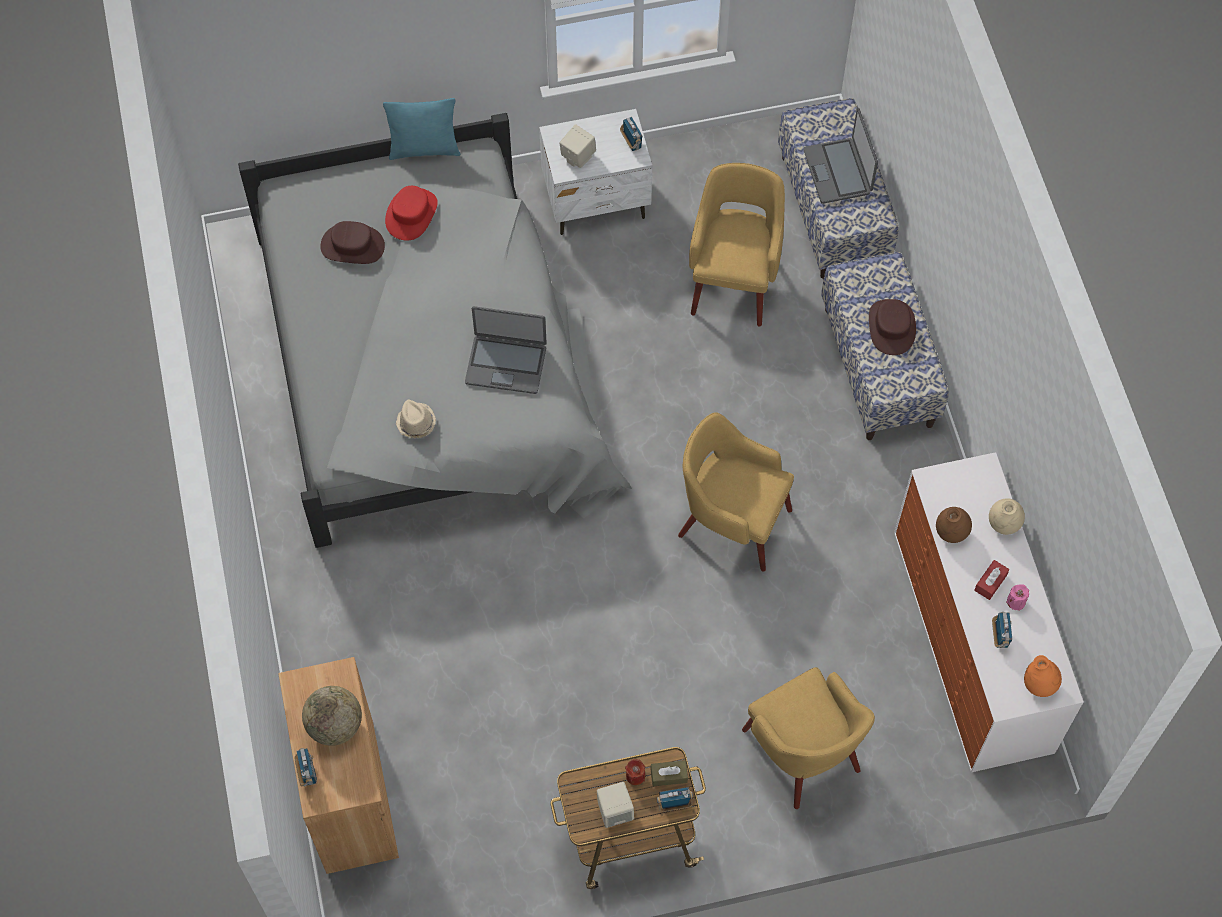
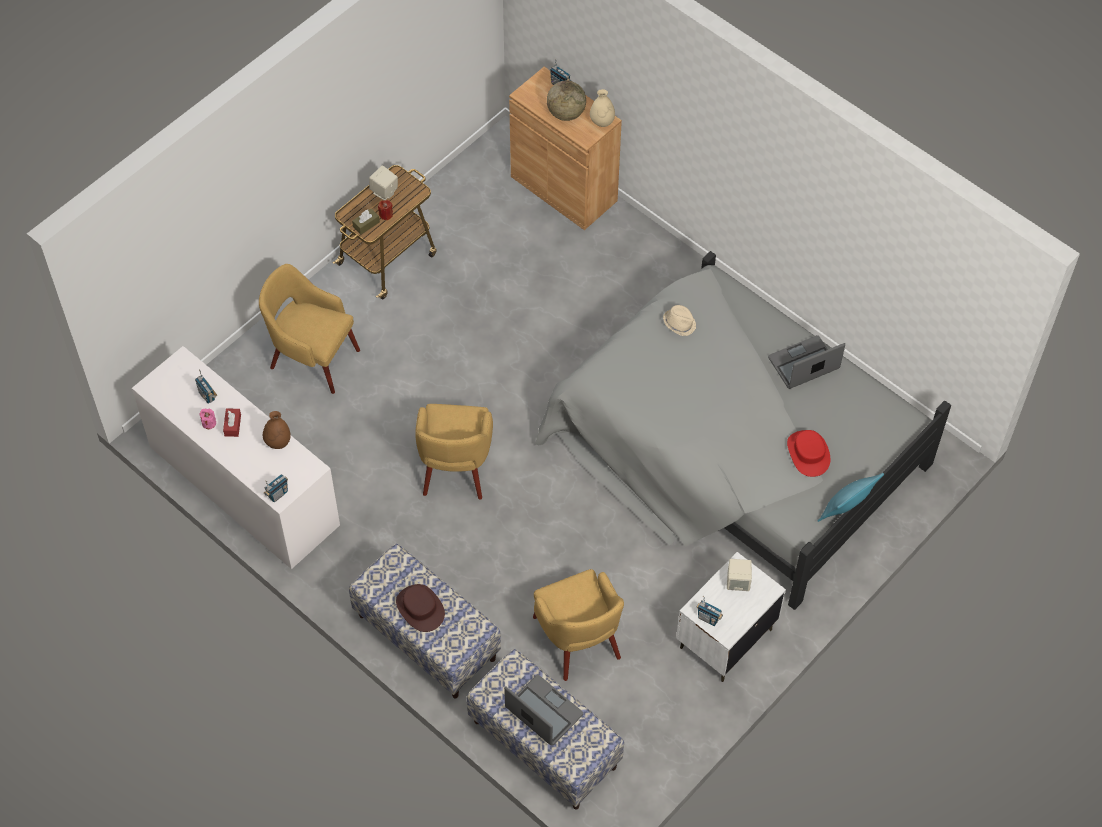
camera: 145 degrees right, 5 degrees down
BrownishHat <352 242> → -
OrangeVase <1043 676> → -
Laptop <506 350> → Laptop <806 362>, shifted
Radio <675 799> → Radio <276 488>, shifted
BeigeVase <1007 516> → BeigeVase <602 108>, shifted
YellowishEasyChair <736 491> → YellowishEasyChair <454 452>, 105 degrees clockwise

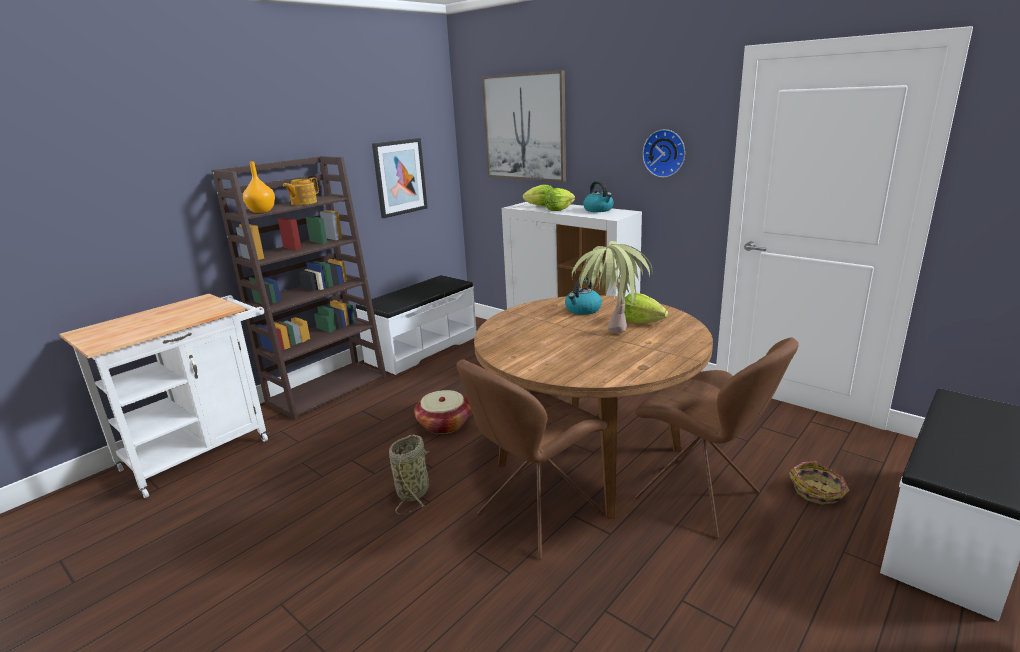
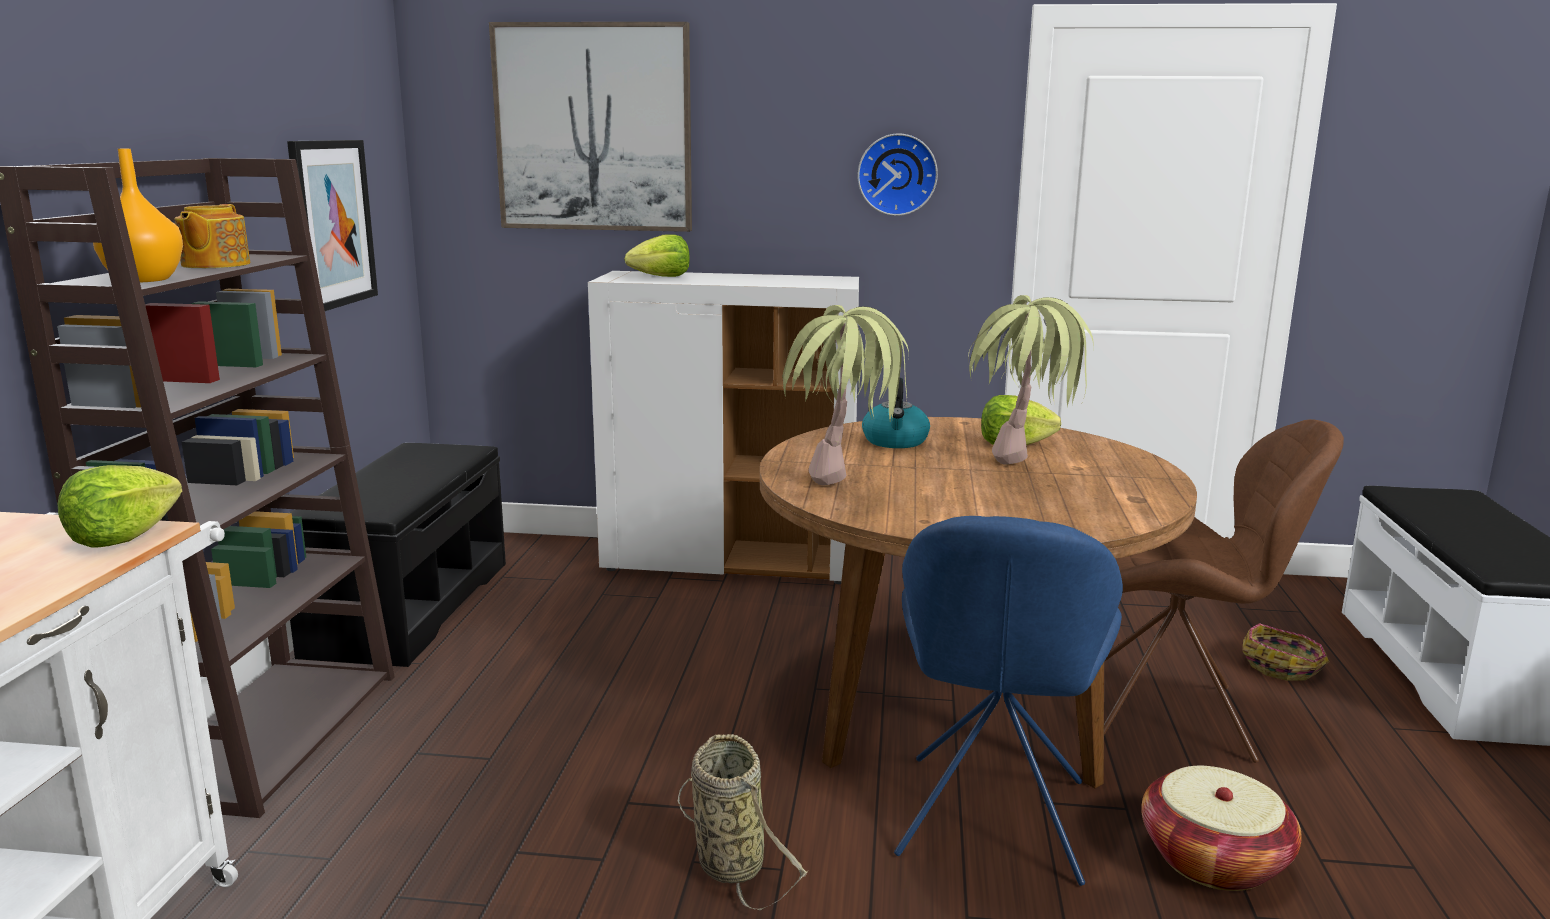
camera: 35 degrees left, 5 degrees down
Kettle <598 196> → -
- → PottedPlant <846 395>
StorageBasket <442 412> → StorageBasket <1221 828>, shifted
LettuceHead <559 199> → LettuceHead <120 506>, shifted
WhiteBench <416 325> → BlackishBench <397 555>
BrownishUprightChair <531 459> → BlueUprightChair <1008 701>

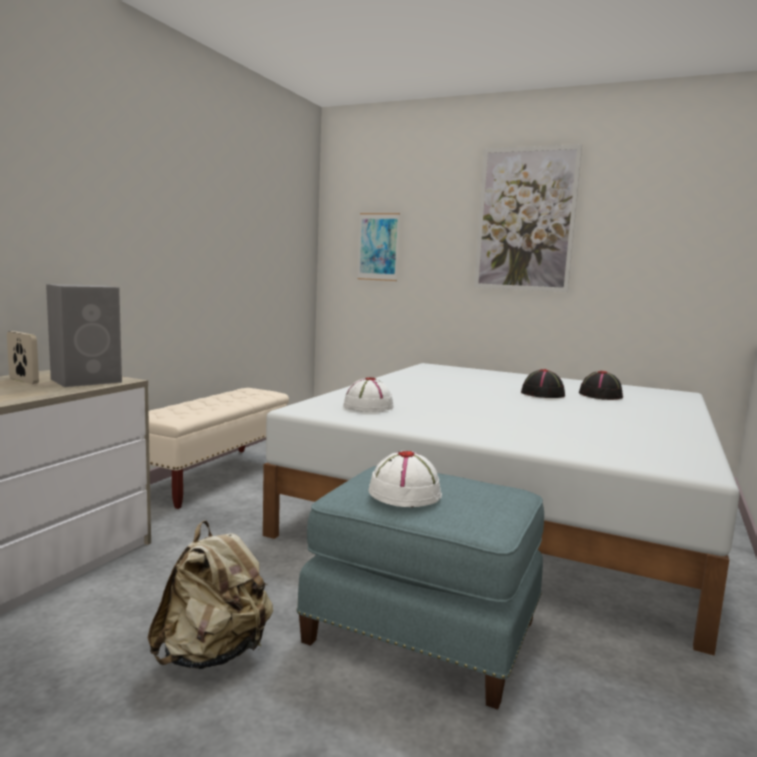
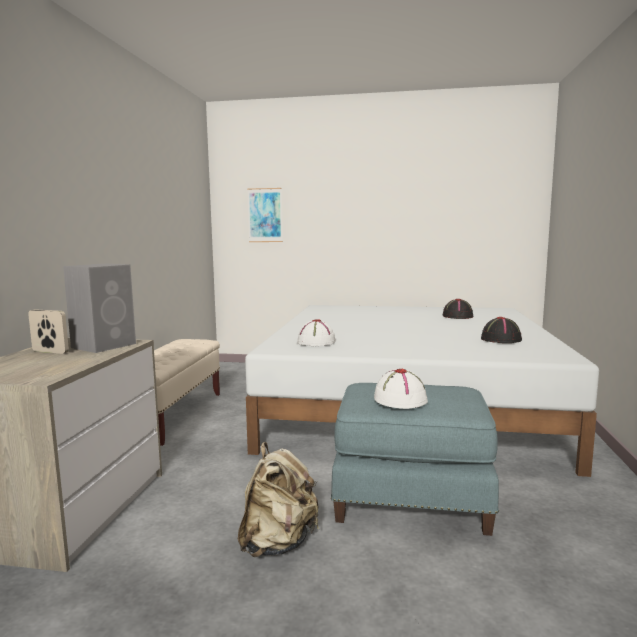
camera: 15 degrees left, 0 degrees up
Picture <528 218> → -
BlackishHat <543 383> → BlackishHat <501 330>, shifted

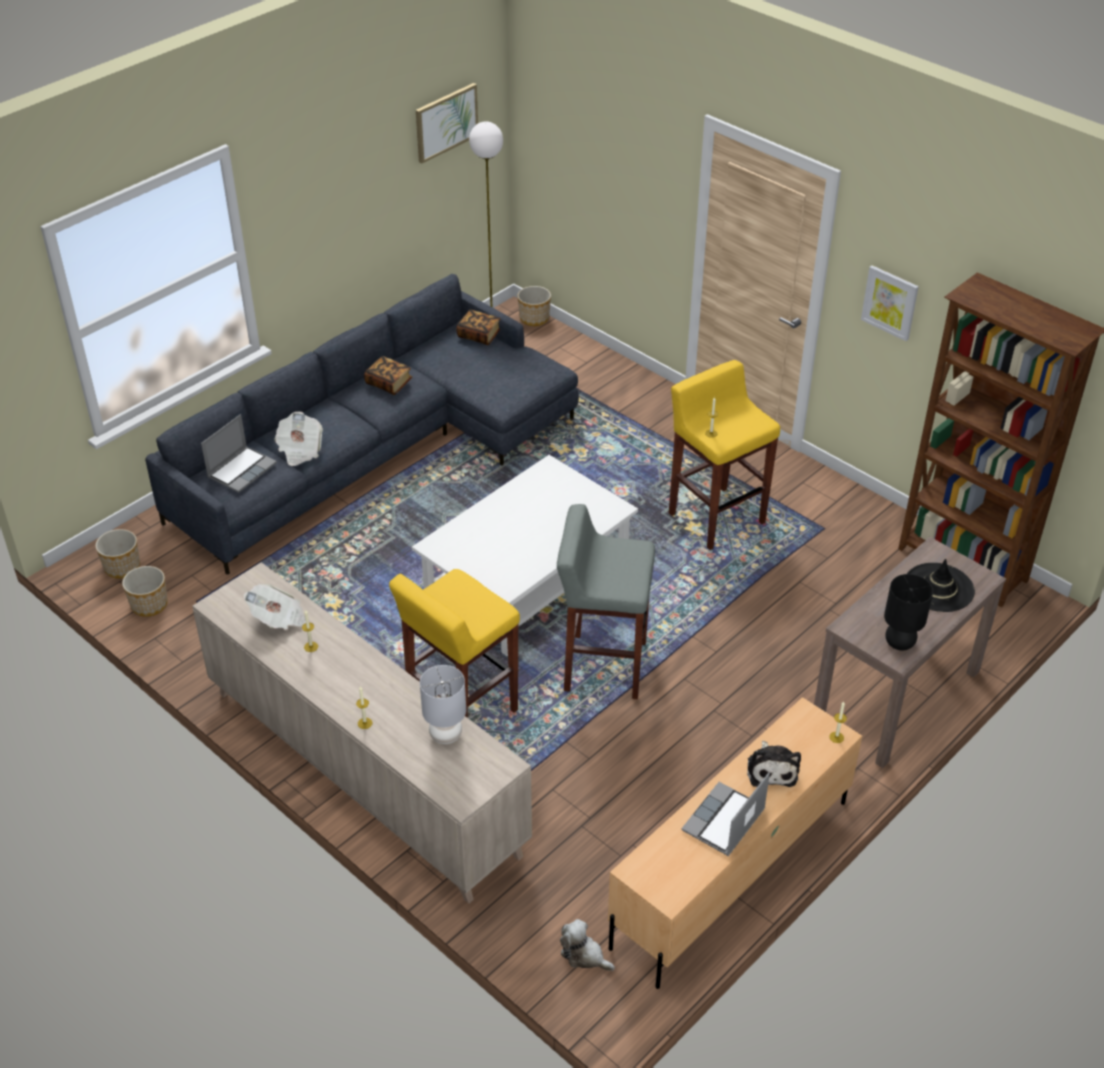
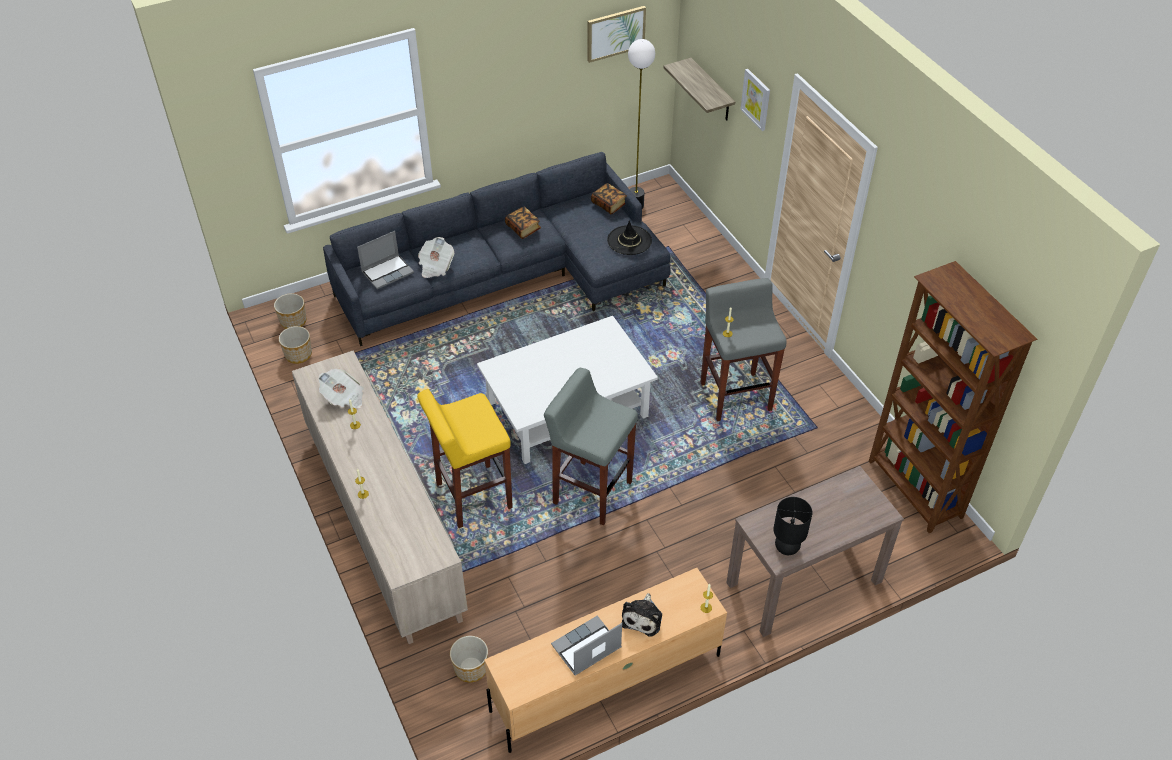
camera: 20 degrees right, 5 degrees up
GrayTabletopLamp <443 704> → -
PlushToy <587 945> → -
- → WallShelf <699 89>
Planter <534 306> → Planter <469 659>, shifted
Picture <890 303> → Picture <755 100>, shifted
BlackishHat <941 585> → BlackishHat <629 237>, shifted
YellowishStoolSeat <724 455> → GrayStoolSeat <743 349>

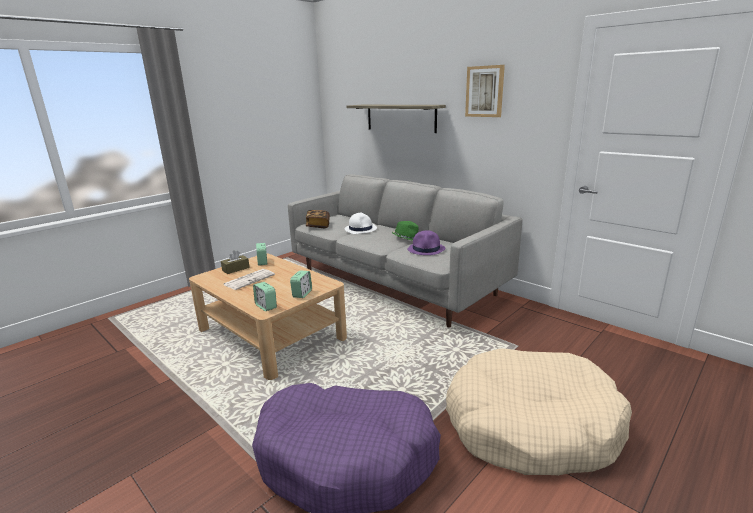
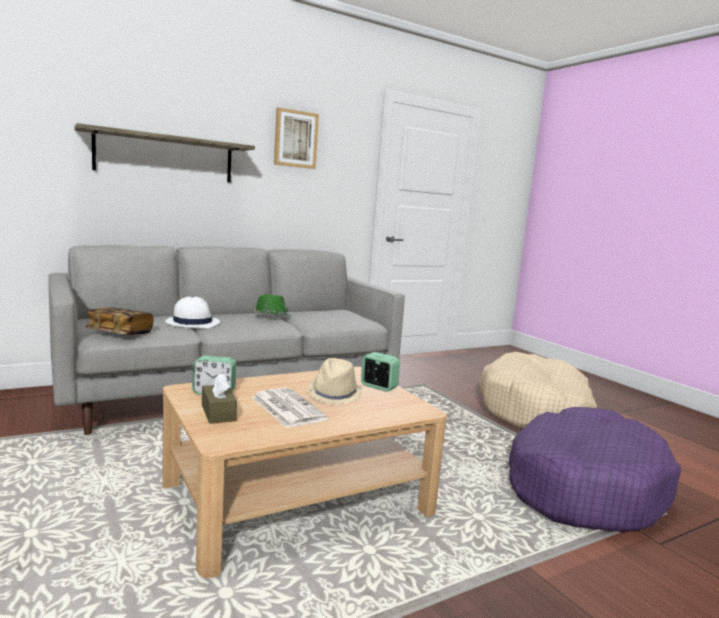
camera: 75 degrees left, 10 degrees down
TableClock <265 296> → -
PurpleHat <426 242> → -
- → BeigeHat <334 381>

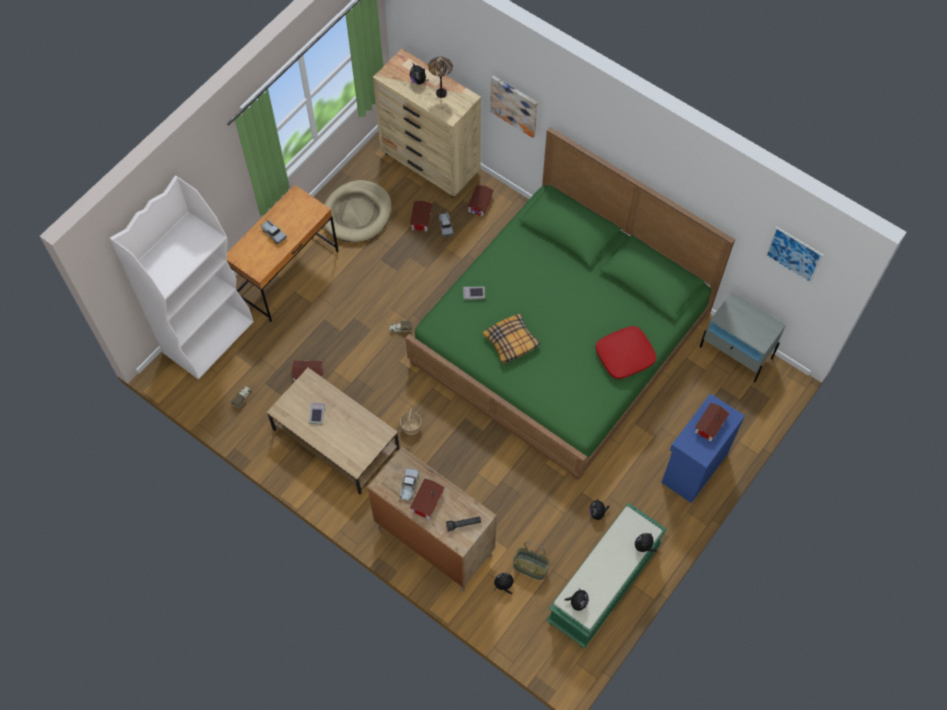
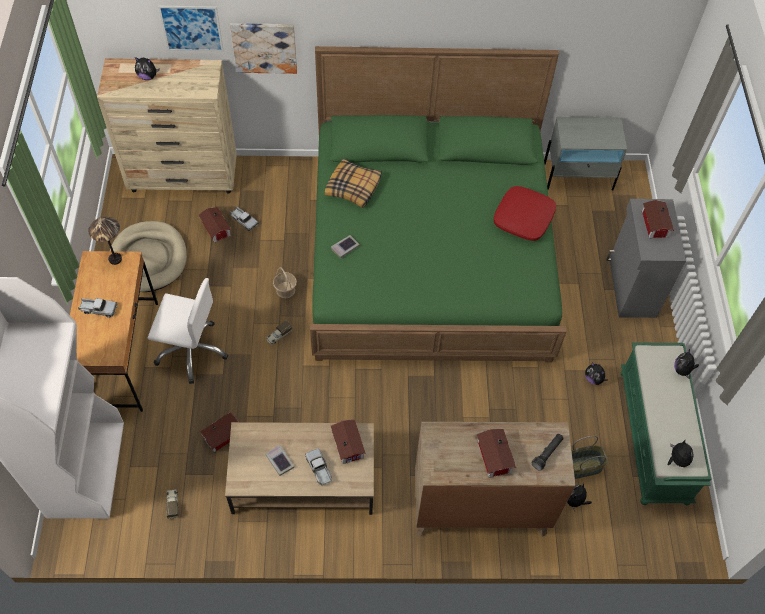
camera: 40 degrees left, 5 degrees down
- → WhiteOfficeChair <188 331>
StorageBasket <411 421> → StorageBasket <285 282>, shifted
ToyTruck <409 484> → ToyTruck <318 466>, shifted
TabletopLamp <440 77> → TabletopLamp <105 241>, shifted
MiniatureHouse <480 200> → MiniatureHouse <348 441>, shifted
Pillow <511 339> → Pillow <353 183>, shifted
Picture <794 254> → Picture <191 29>, shifted
BlueStorageCabinet <703 448> → GrayStorageCabinet <646 258>

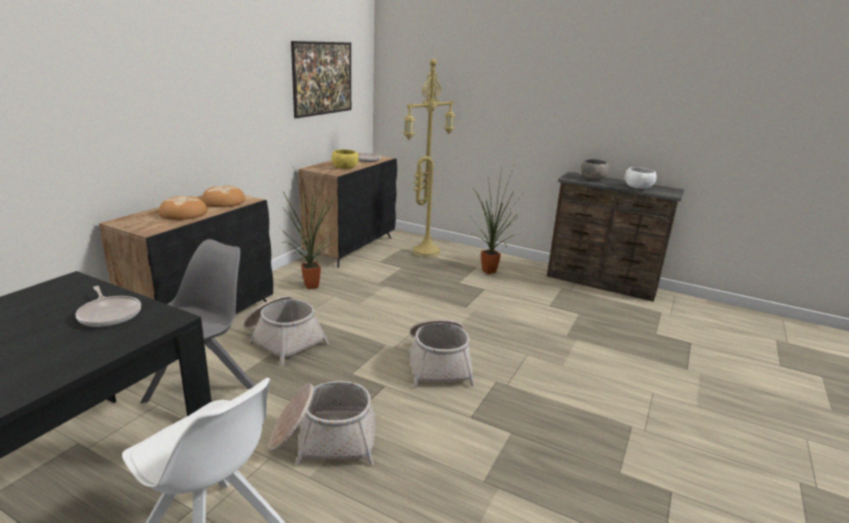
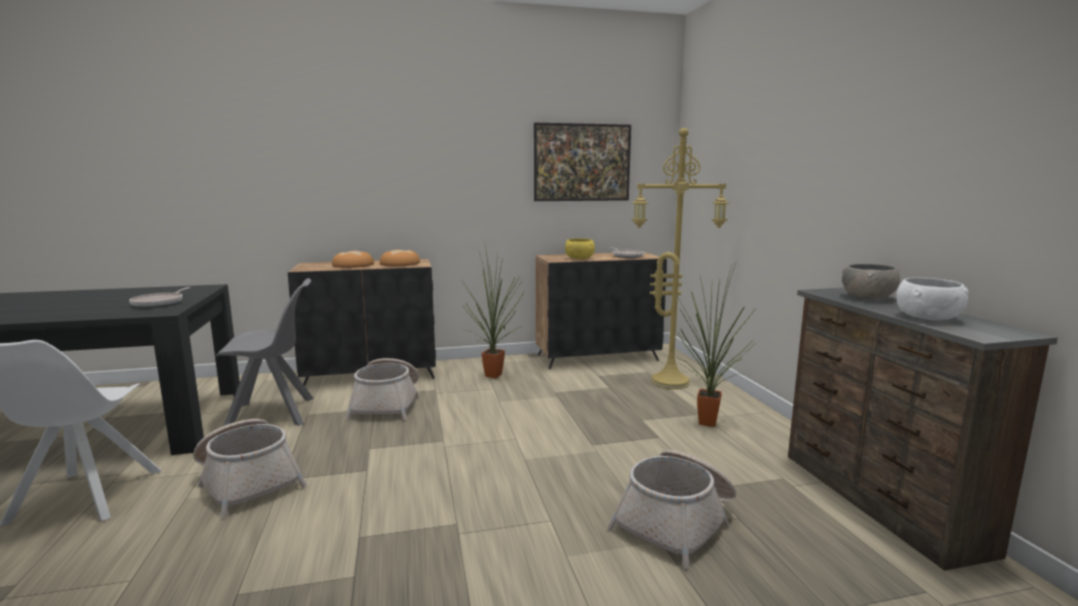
camera: 50 degrees right, 10 degrees down
StorageBasket <441 353> → StorageBasket <671 509>, shifted

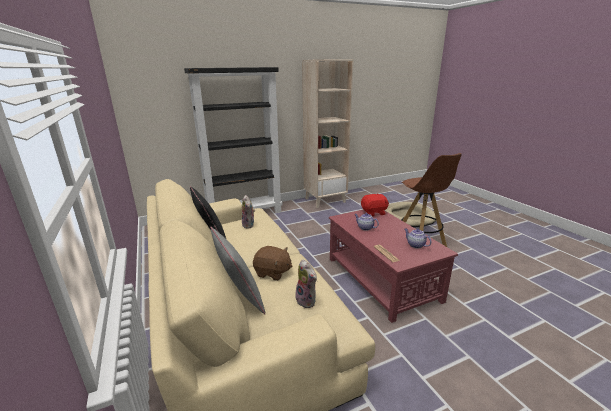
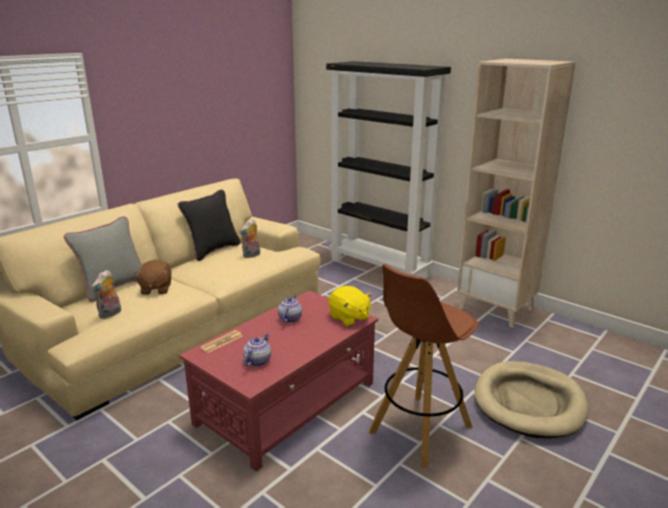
camera: 65 degrees right, 0 degrees up
RedColouredPlushToy <375 204> → YellowishPlushToy <350 306>

